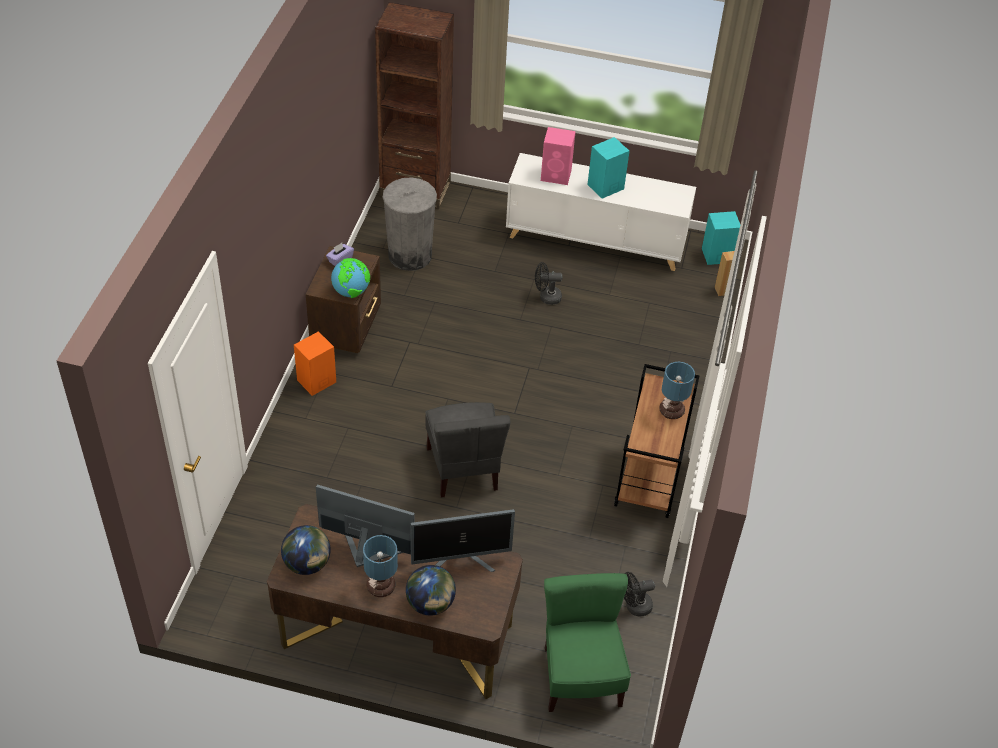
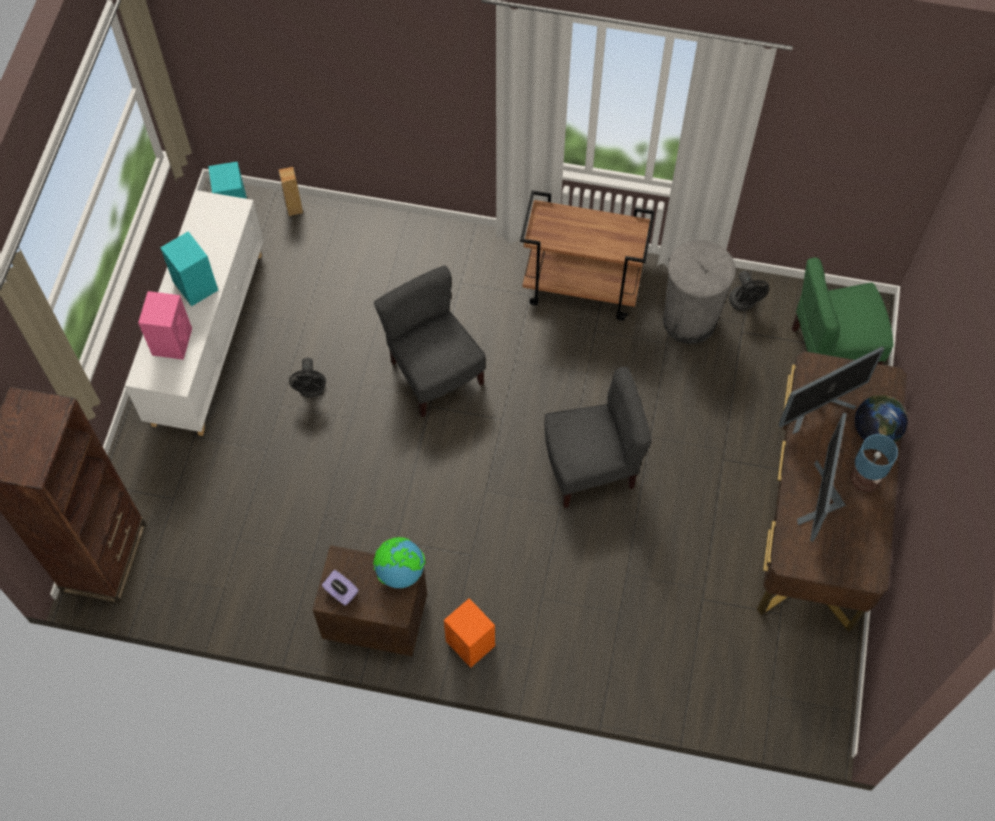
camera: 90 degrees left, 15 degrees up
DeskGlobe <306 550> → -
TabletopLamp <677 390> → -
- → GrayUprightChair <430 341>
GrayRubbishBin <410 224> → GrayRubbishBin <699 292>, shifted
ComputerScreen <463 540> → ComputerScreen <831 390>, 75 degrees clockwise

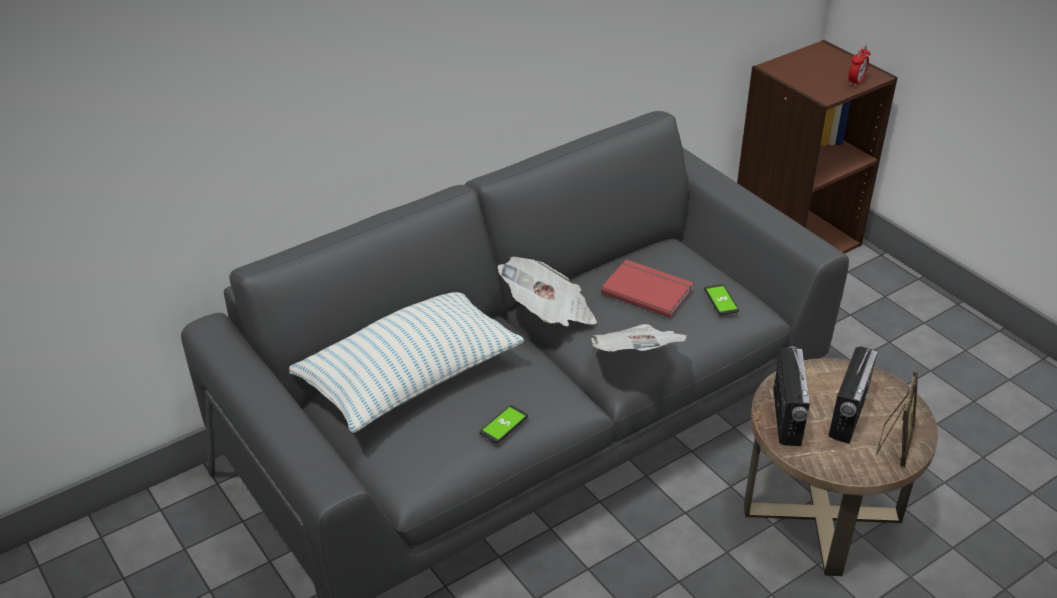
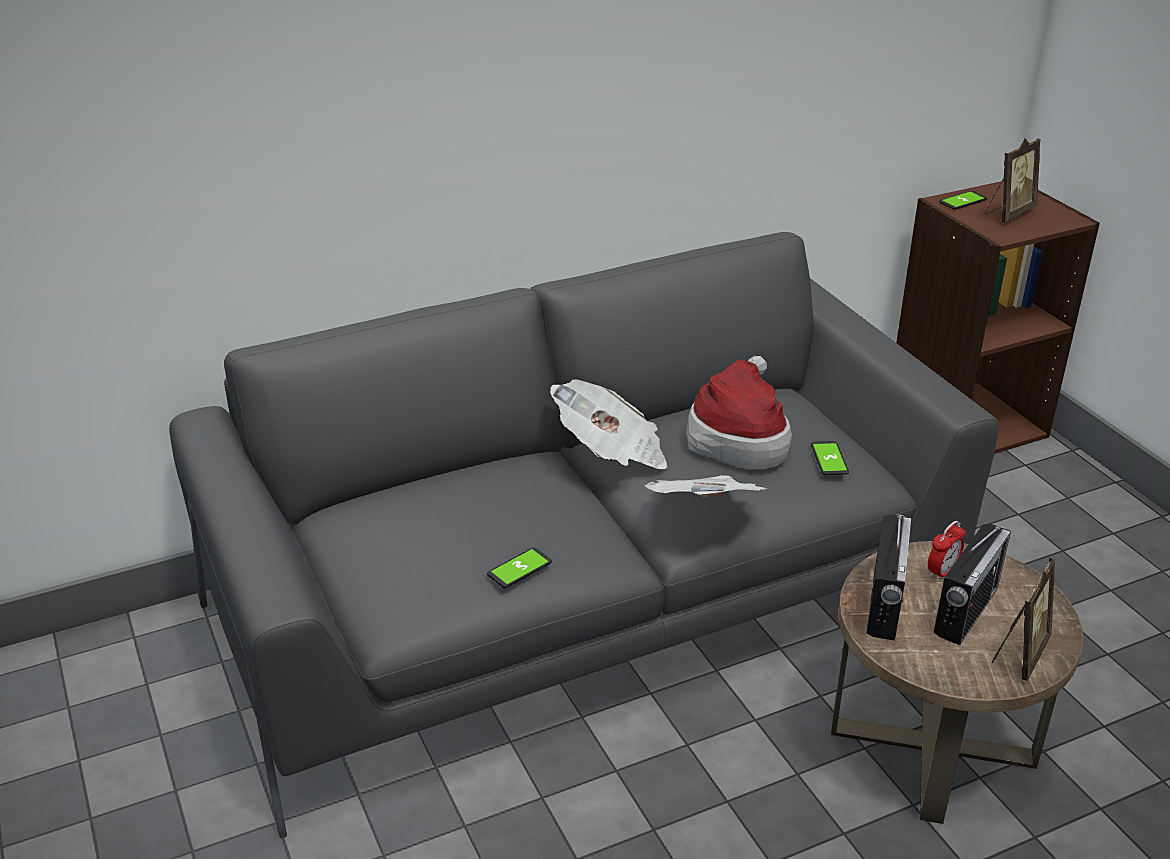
camera: 10 degrees right, 5 degrees down
Pillow <406 362> → -
- → Phone <963 200>
- → PhotoFrame <1013 180>
TableClock <859 66> → TableClock <947 551>, shifted
RedColouredBoundBook <647 288> → Hat <739 413>

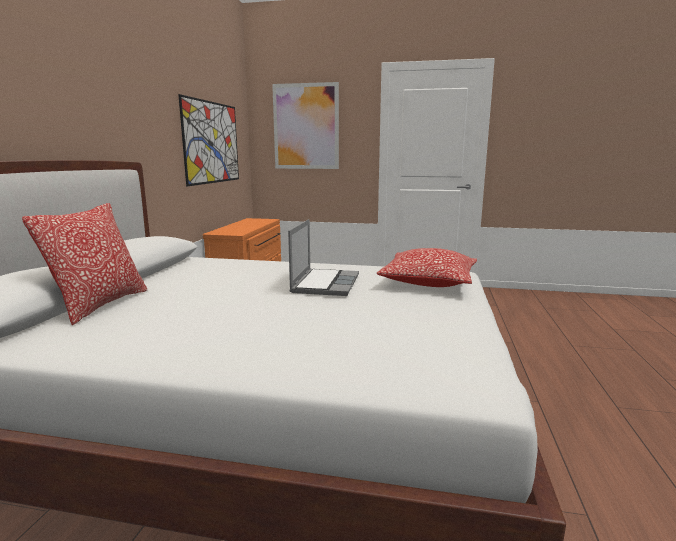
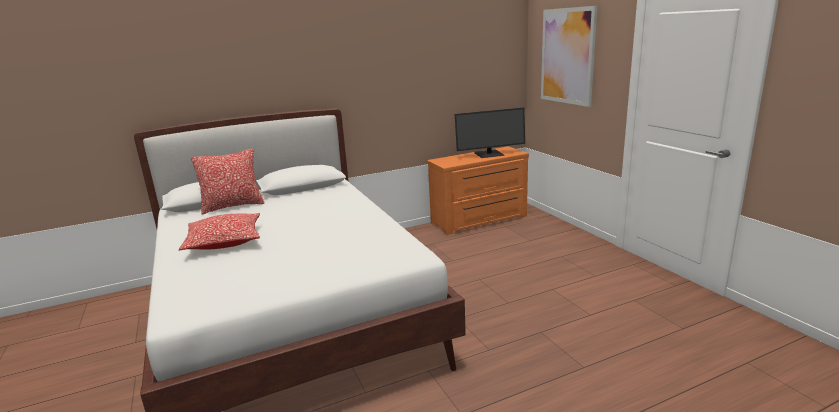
camera: 55 degrees right, 5 degrees up
Picture <208 140> → -
Laptop <323 257> → -
- → ComputerScreen <490 133>
Pillow <427 267> → Pillow <219 232>, shifted

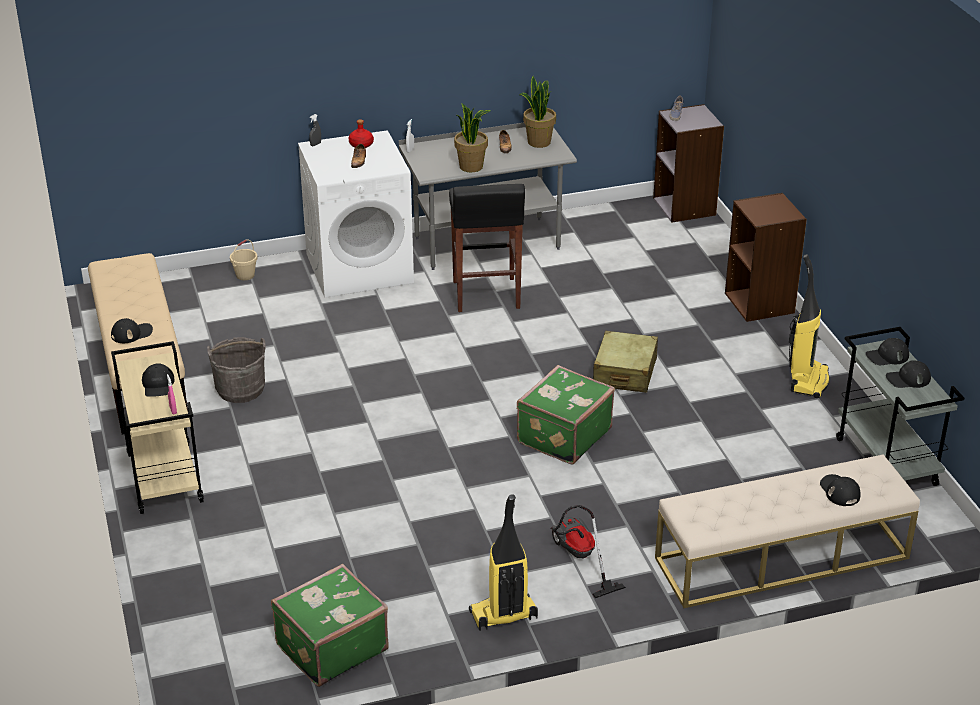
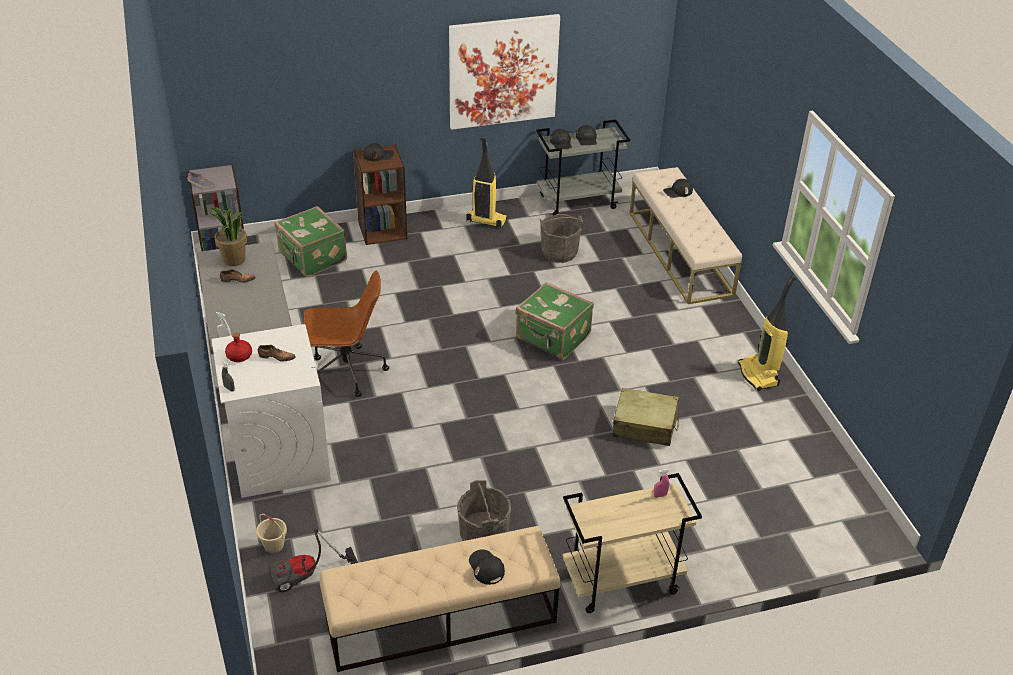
camera: 90 degrees left, 5 degrees up
PottedPlant <472 137> → -
- → Picture <504 72>
- → GrayWaterBucket <561 238>
BlackishPeakedCap <158 380> → BlackishPeakedCap <378 152>, shifted
GreenishPieceOfLuggage <330 625> → GreenishPieceOfLuggage <310 241>, shifted
Hoover <588 551> → Hoover <313 560>, shifted
BeigePieceOfLuggage <625 362> → BeigePieceOfLuggage <646 417>, shifted
BlackishStoolSeat <487 248> → BrownishOfficeChair <346 333>

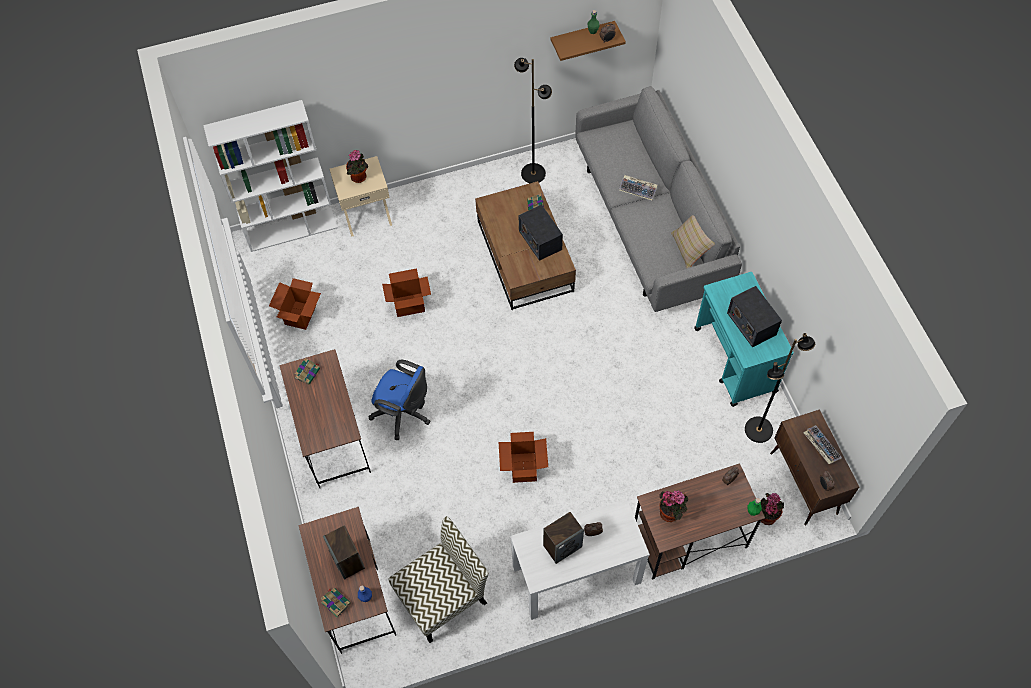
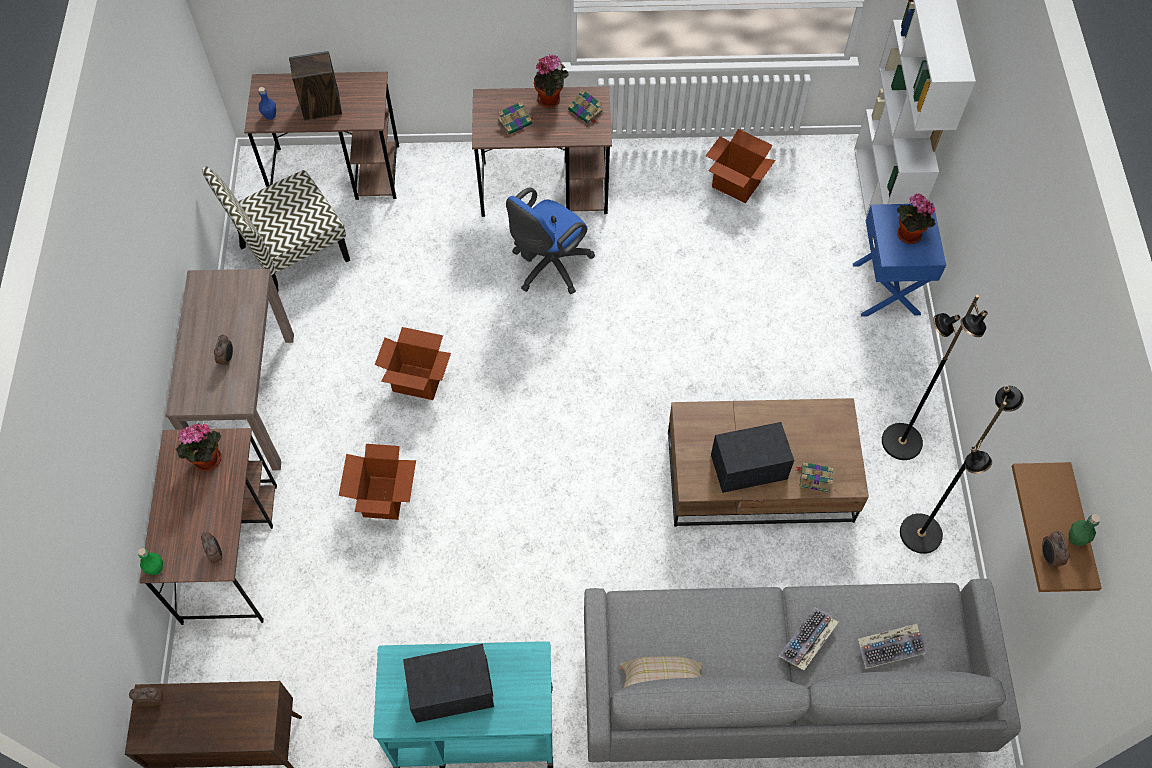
camera: 105 degrees right, 0 degrees up
AudioSpeaker <563 538> → -
BoundBook <336 603> → BoundBook <516 118>, shifted
Carton <406 292> → Carton <377 482>, shifted
BlackishStandingLamp <780 388> → BlackishStandingLamp <935 377>, shifted
PottedPlant <772 509> → PottedPlant <551 81>, shifted
PcKeyboard <822 444> → PcKeyboard <892 646>, shifted
BeigeNightTable <361 196> → BlueNightTable <899 260>
WhiteConsoleTable <580 559> → BrownishConsoleTable <229 369>
UprightChair <439 579> → UprightChair <276 228>, 75 degrees clockwise

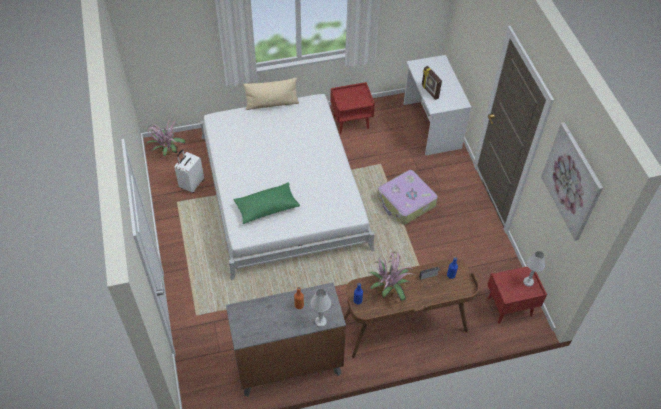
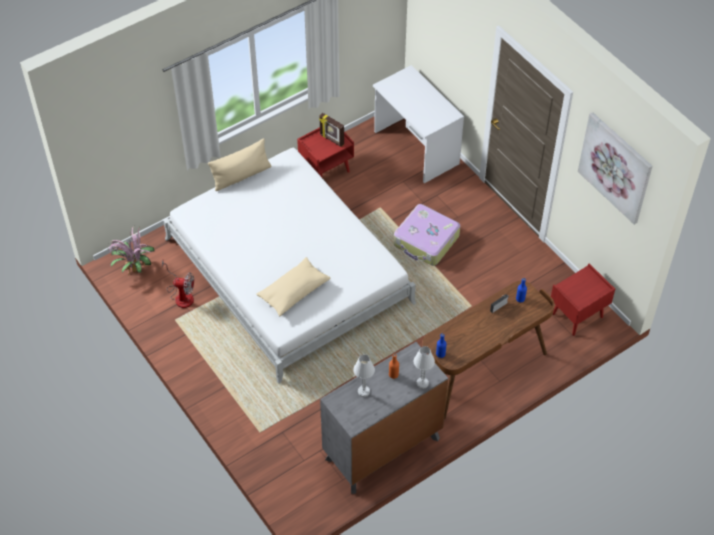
camera: 20 degrees left, 0 degrees up
PottedPlant <391 279> → -
PhotoFrame <432 83> → PhotoFrame <331 130>, shifted
WhiteTabletopLamp <534 269> → WhiteTabletopLamp <364 376>, shifted
WhitePieceOfLuggage <189 171> → ElectricFan <178 284>
GreenishPillow <266 203> → BeigePillow <293 286>

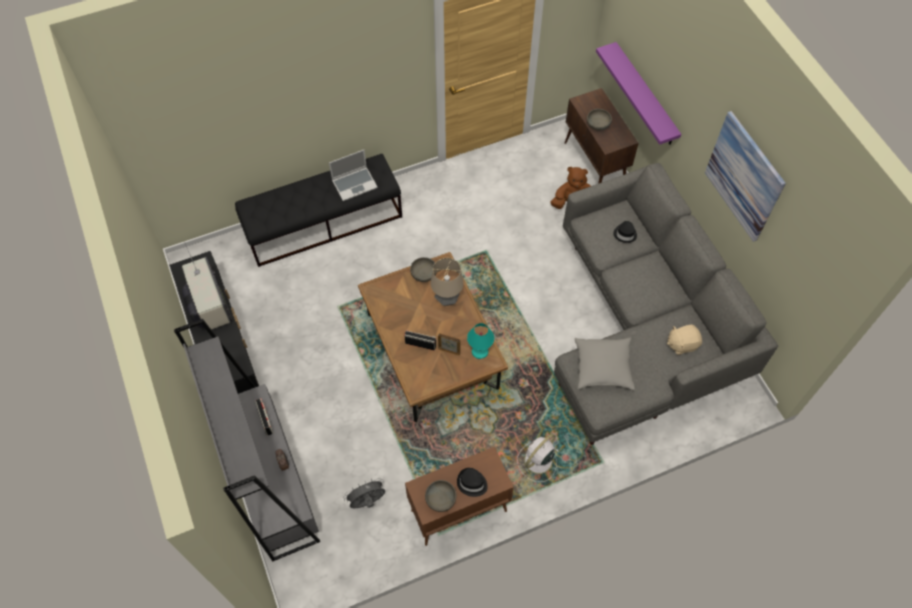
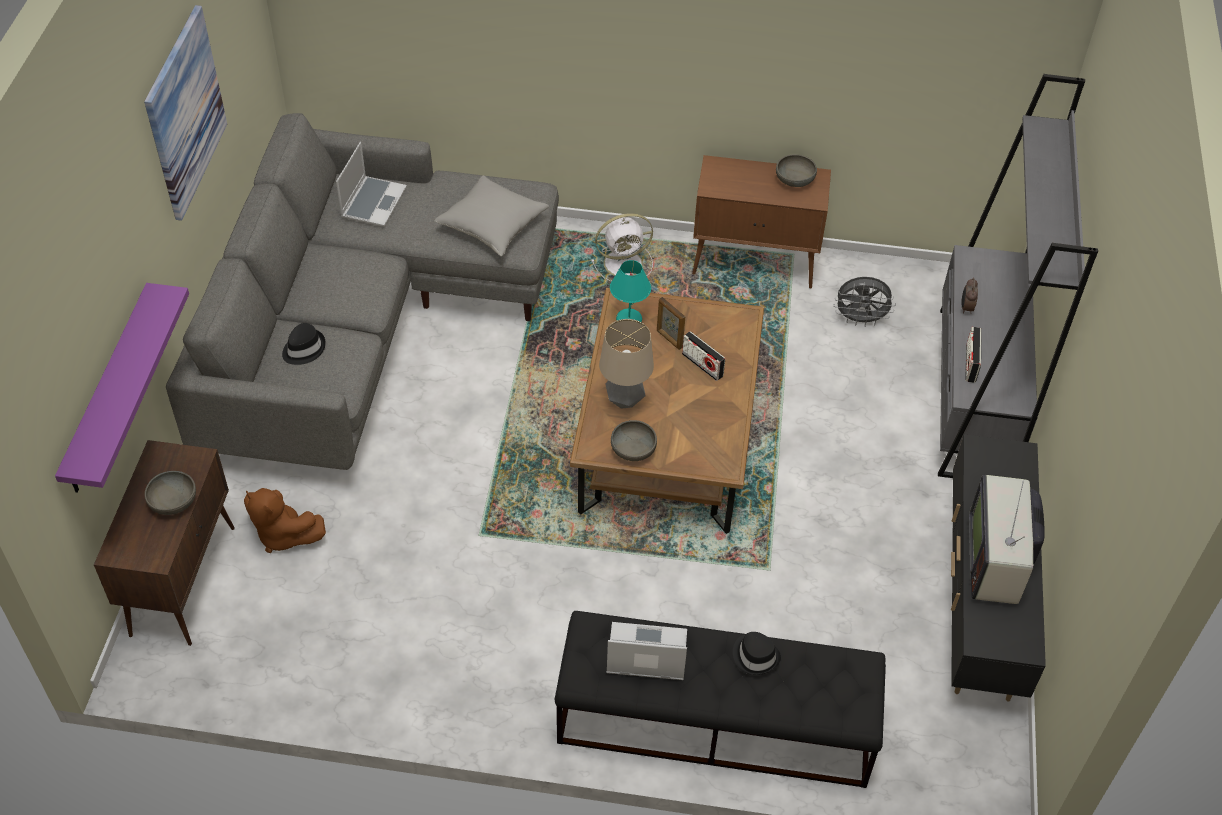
camera: 150 degrees left, 10 degrees down
BlackishHat <472 482> → BlackishHat <757 653>, shifted
BeigePlushToy <684 340> → Laptop <371 184>

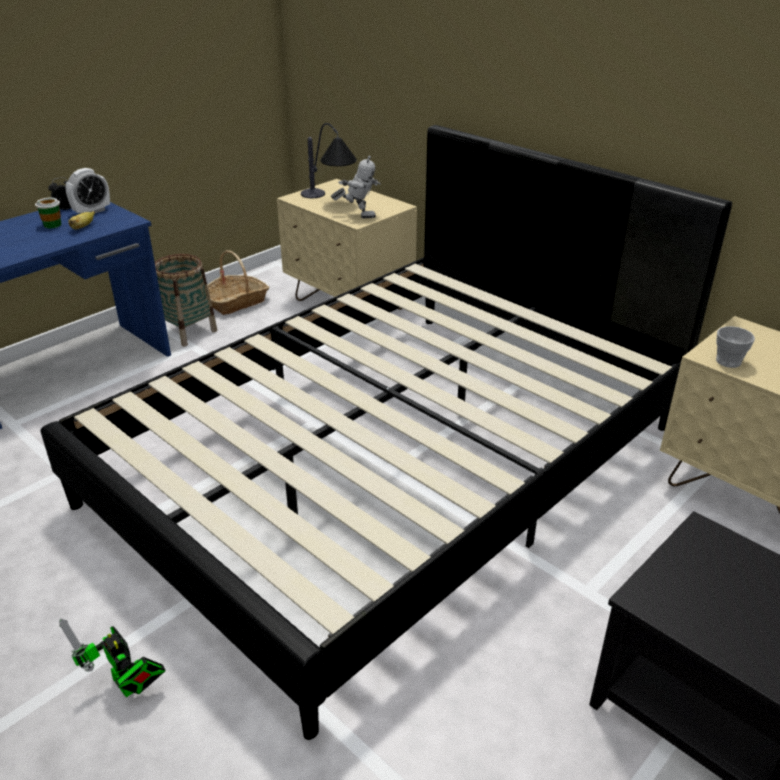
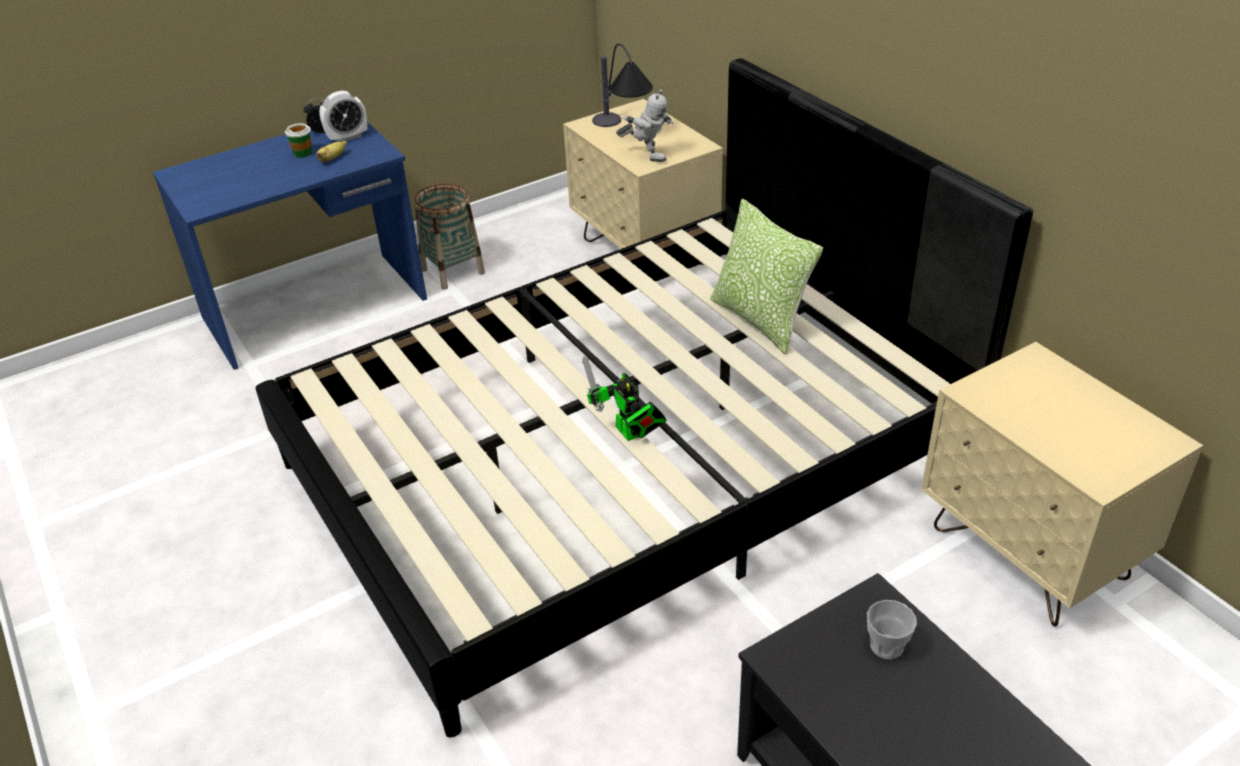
camera: 15 degrees right, 5 degrees up
StorageBasket <238 282> → -
- → Pillow <766 276>
ModelRobot <112 658> → ModelRobot <624 398>, shifted
Cup <735 347> → Cup <892 629>, shifted

